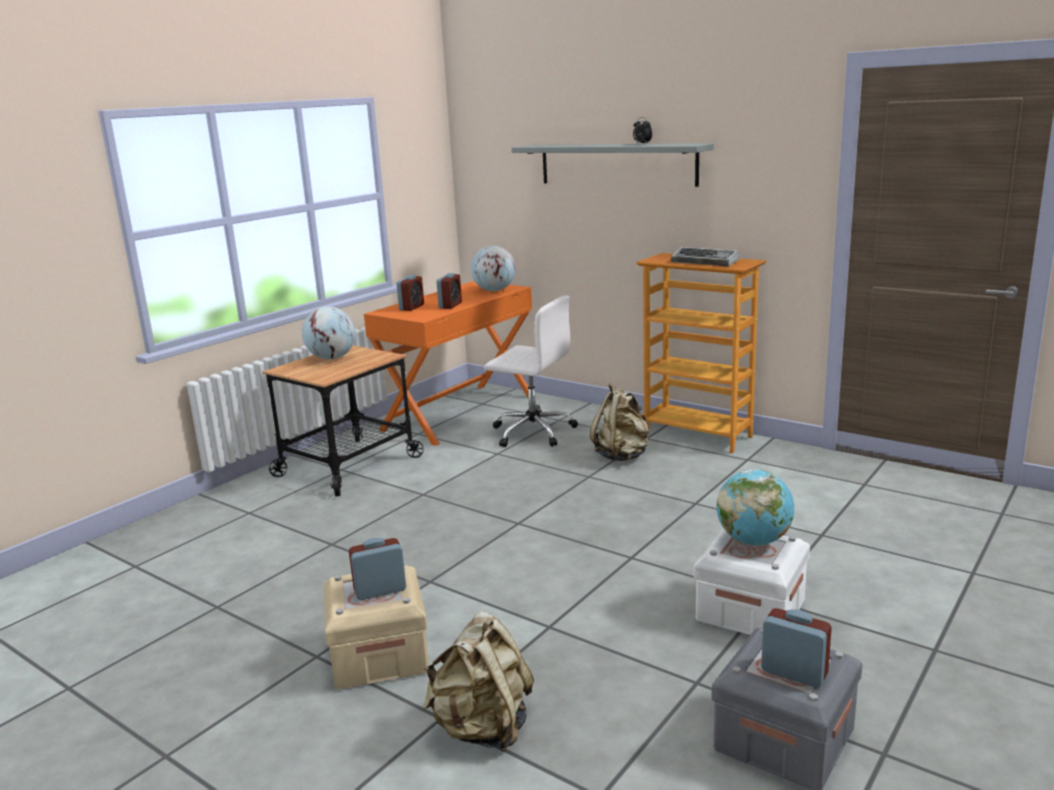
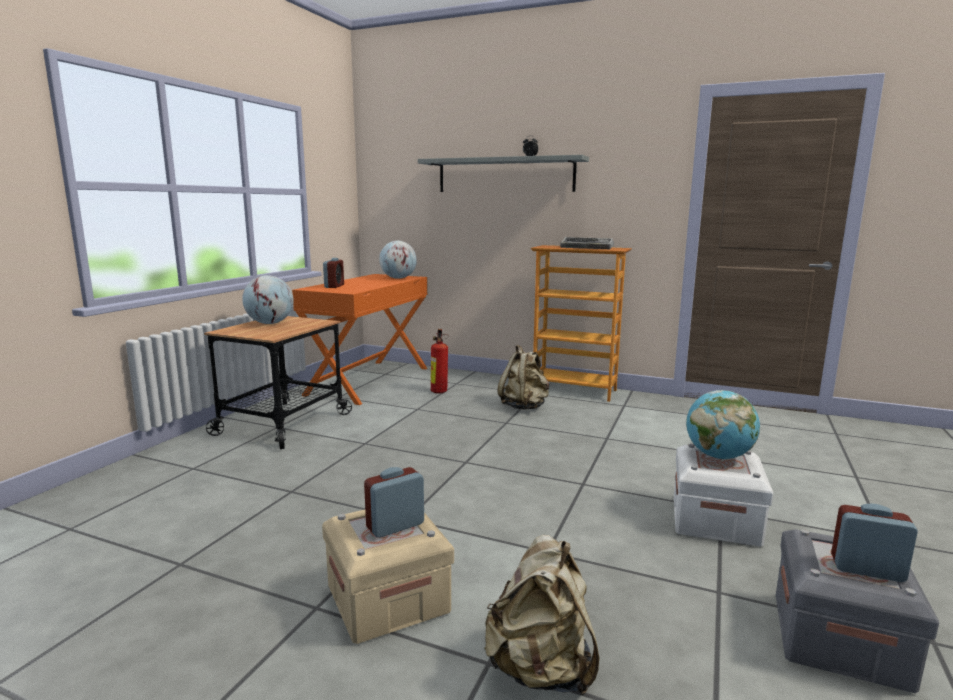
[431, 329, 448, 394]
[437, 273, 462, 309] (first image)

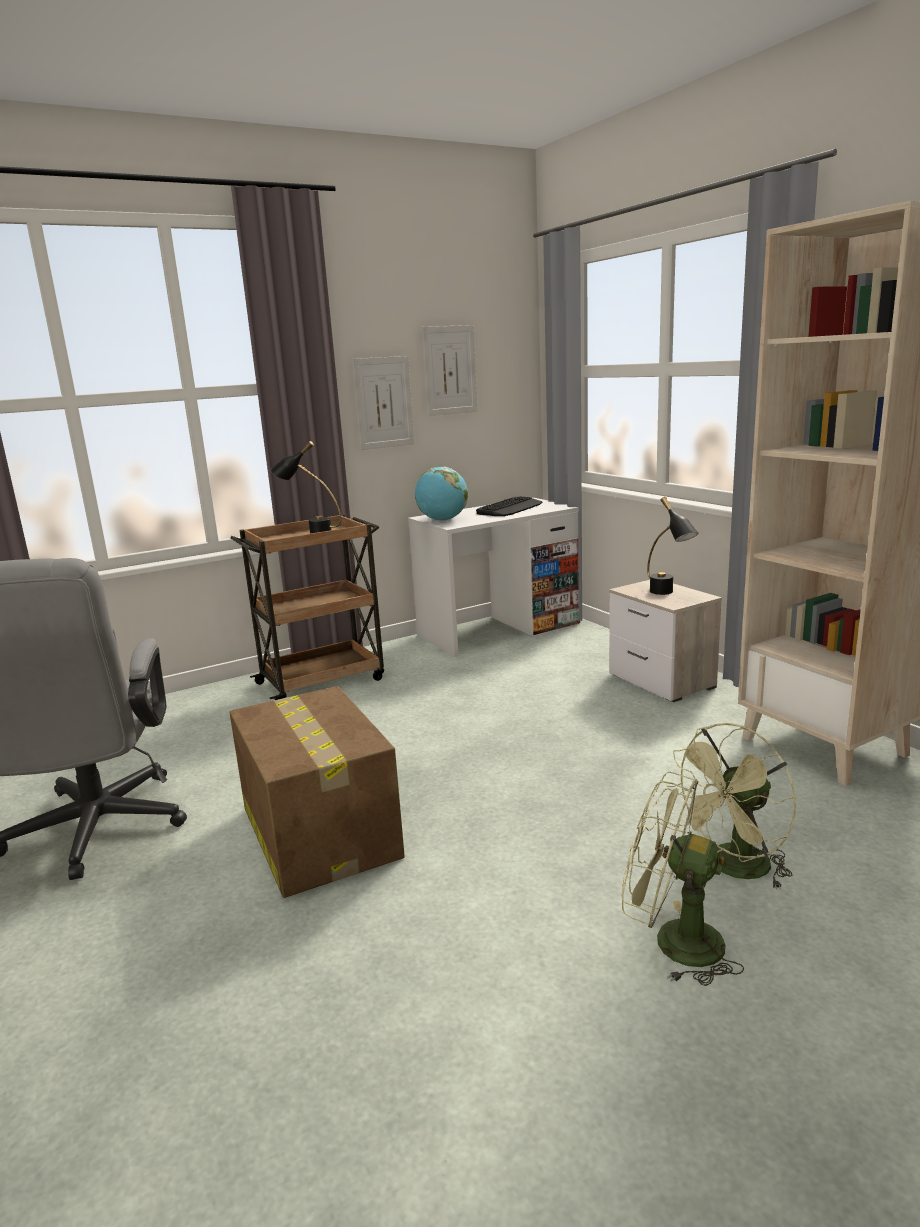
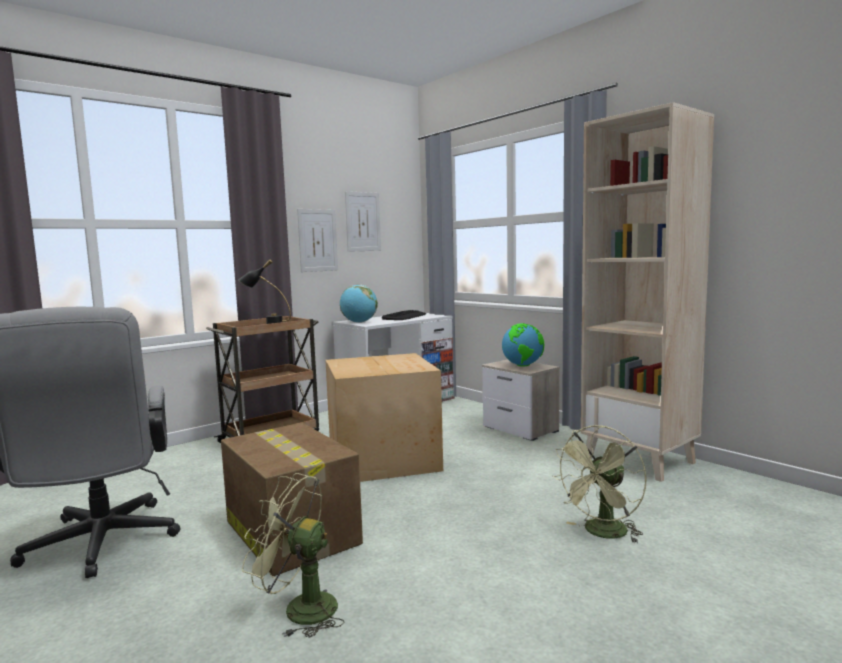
[242, 473, 344, 638]
[325, 353, 443, 482]
[502, 323, 544, 367]

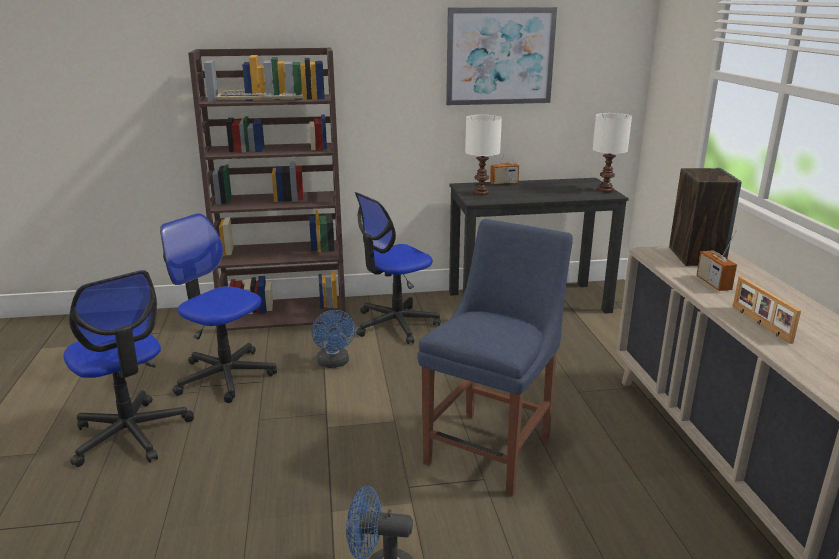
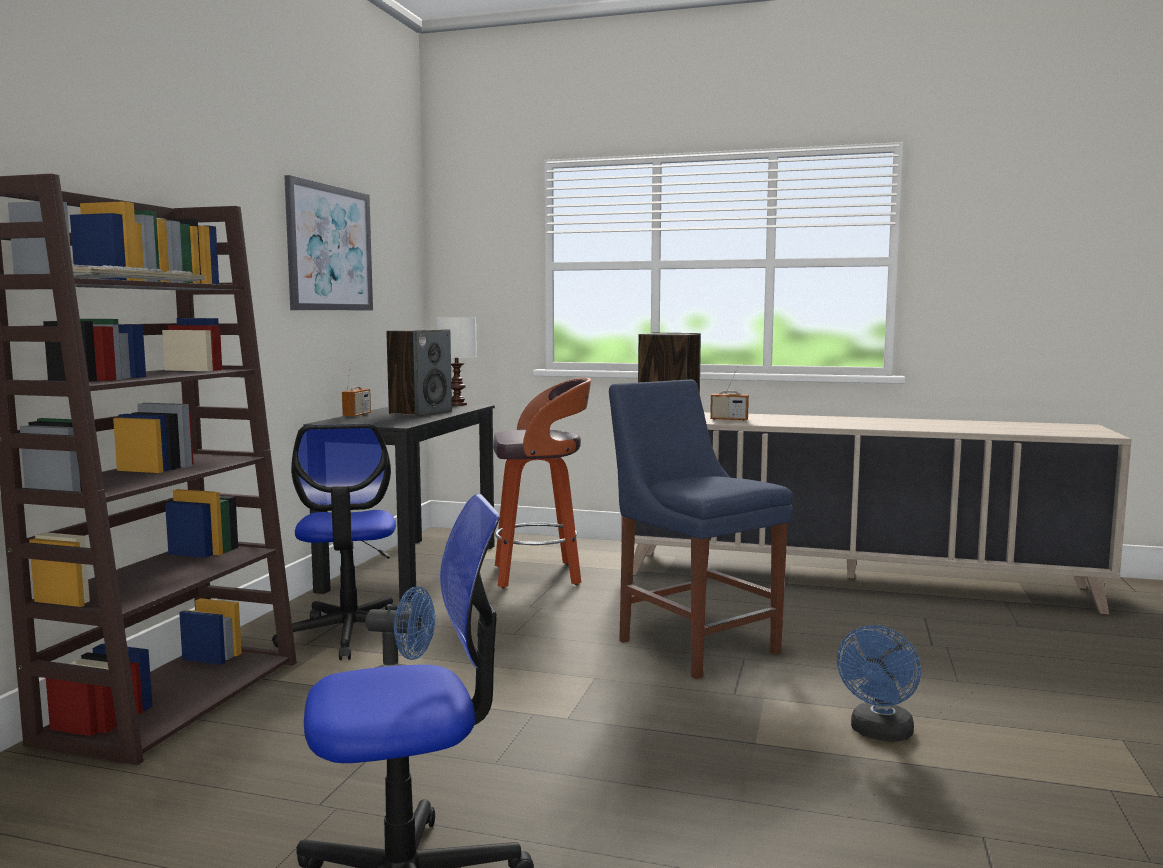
[387, 329, 452, 417]
[493, 378, 591, 588]
[160, 213, 277, 403] (first image)
[465, 115, 502, 195] (first image)
[733, 276, 801, 344] (first image)

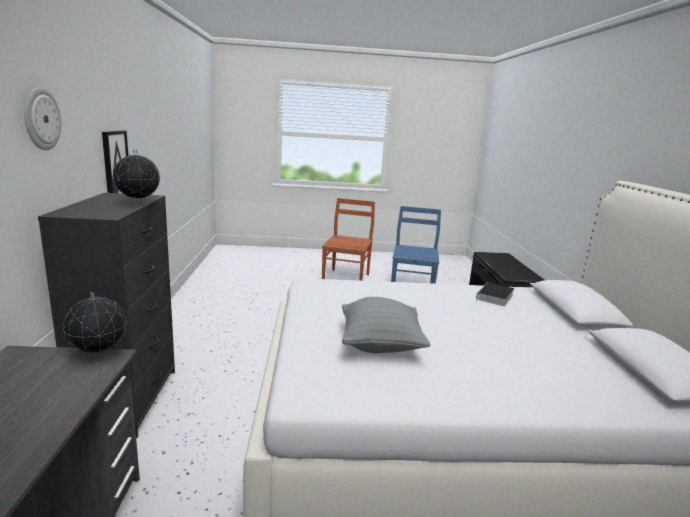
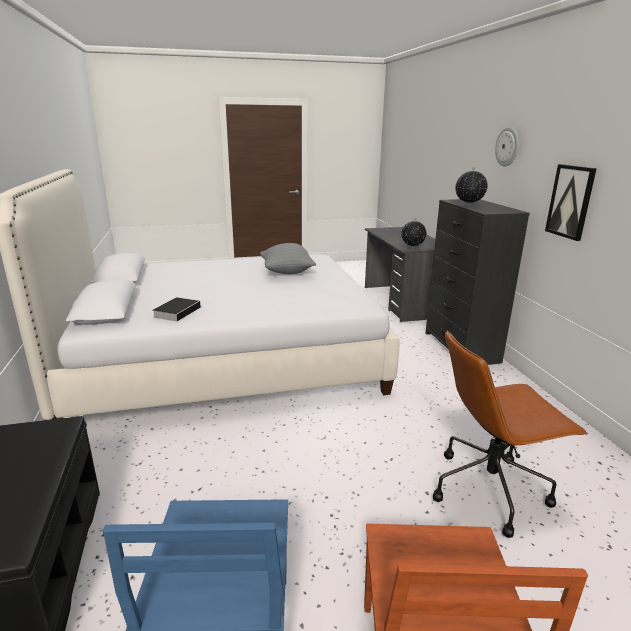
[433, 330, 588, 538]

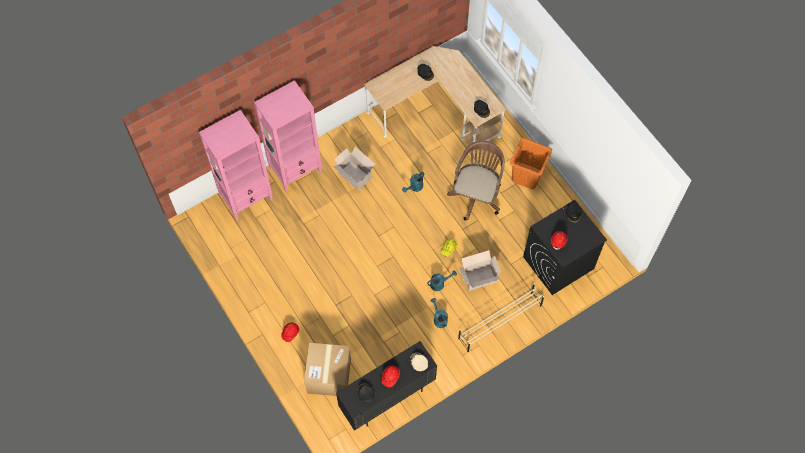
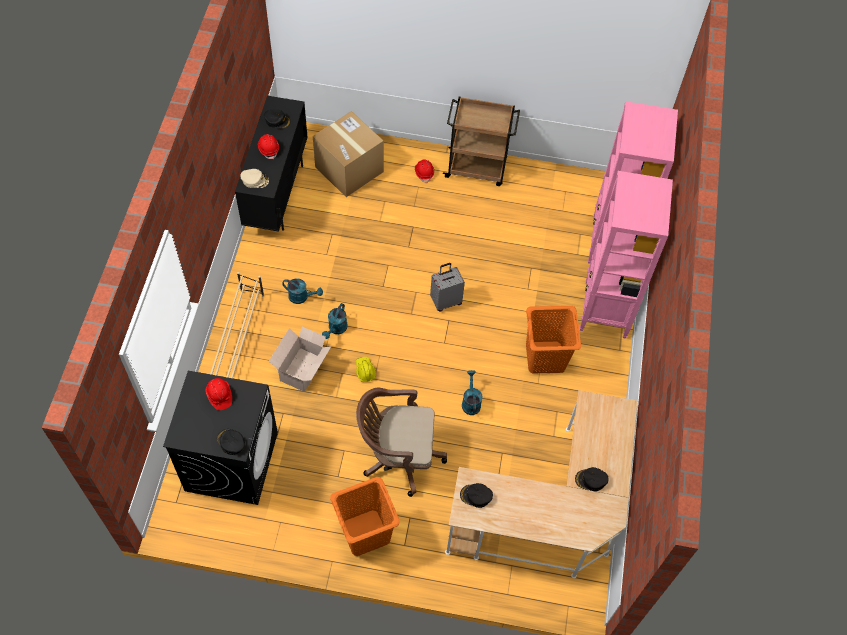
[356, 388, 447, 497]
[430, 263, 465, 311]
[443, 96, 520, 186]
[526, 306, 581, 373]

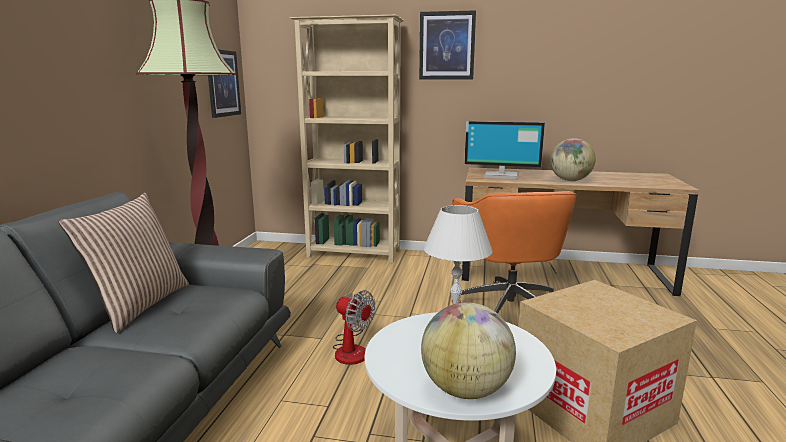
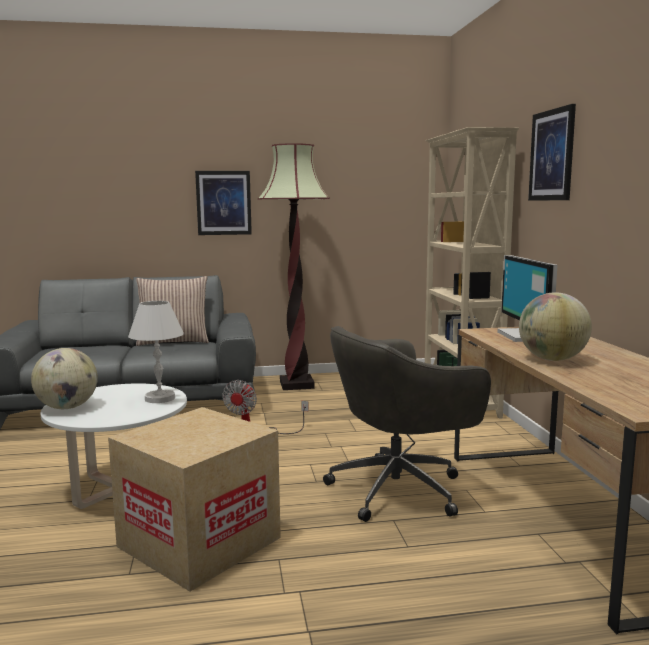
[195, 171, 252, 235]
[323, 326, 491, 522]

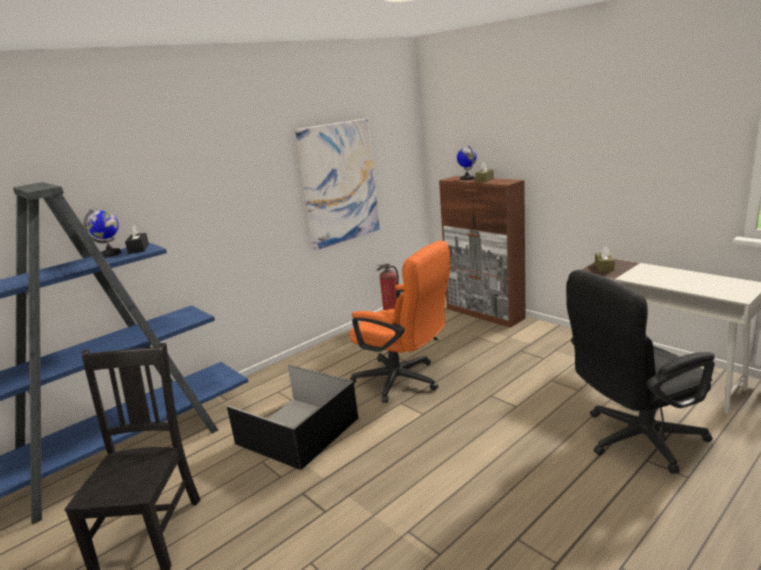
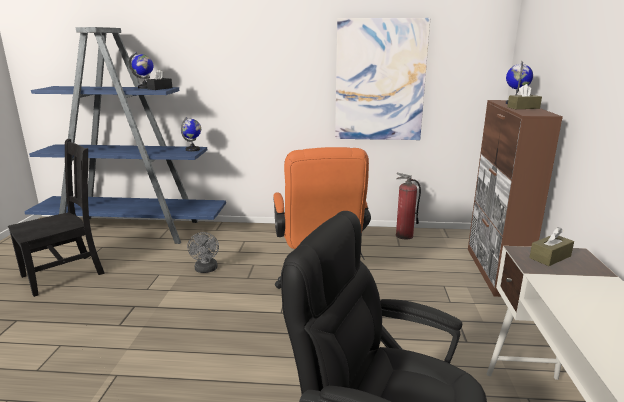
[181, 117, 201, 152]
[187, 232, 219, 273]

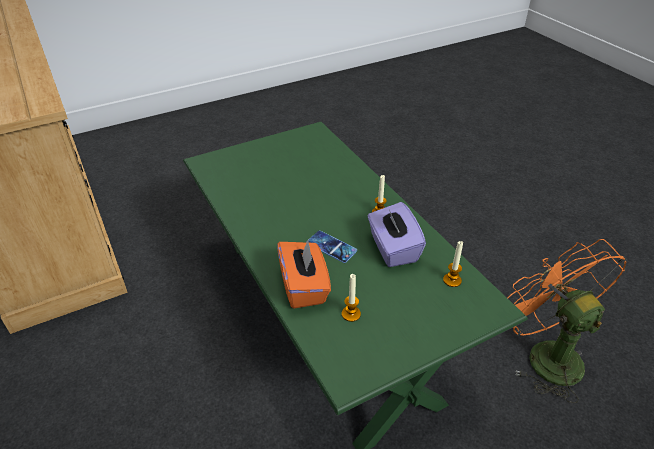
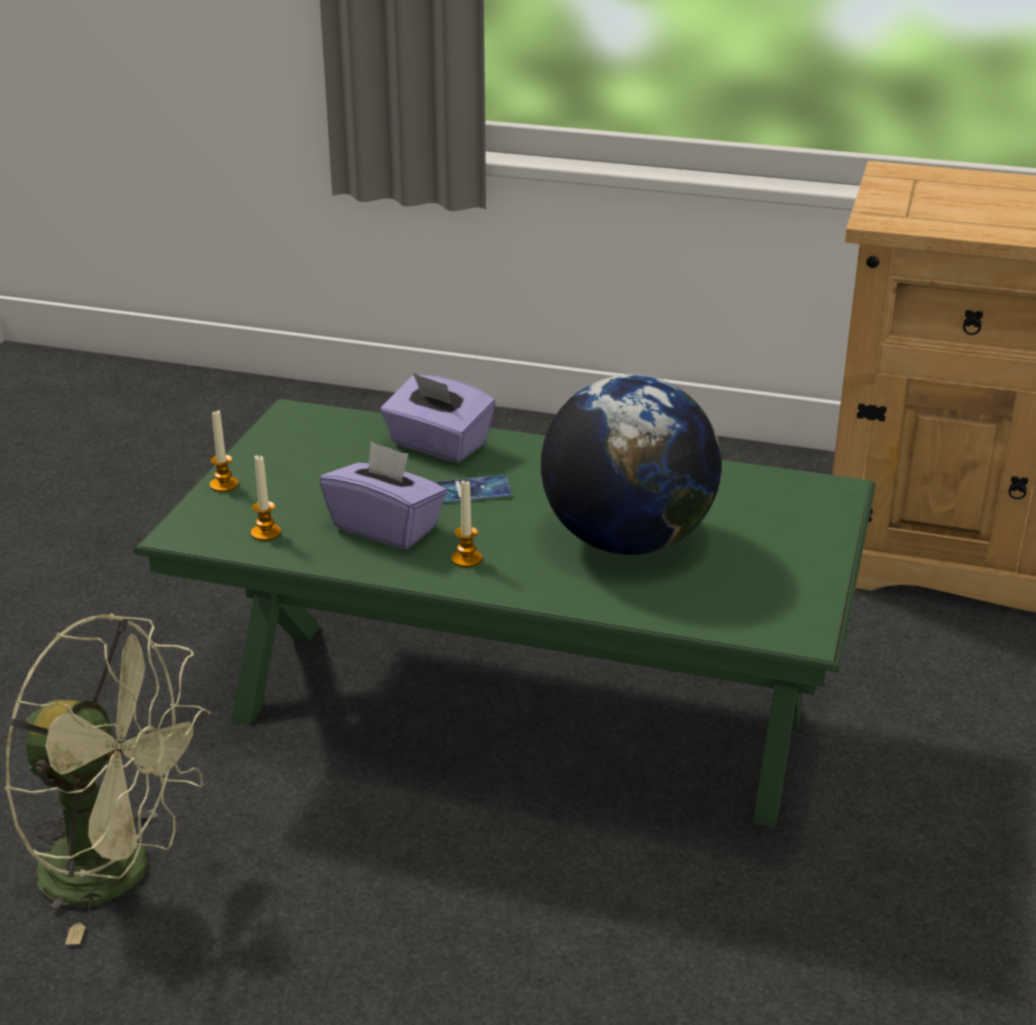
[5, 613, 211, 945]
[210, 409, 239, 492]
[381, 373, 496, 463]
[541, 374, 721, 555]

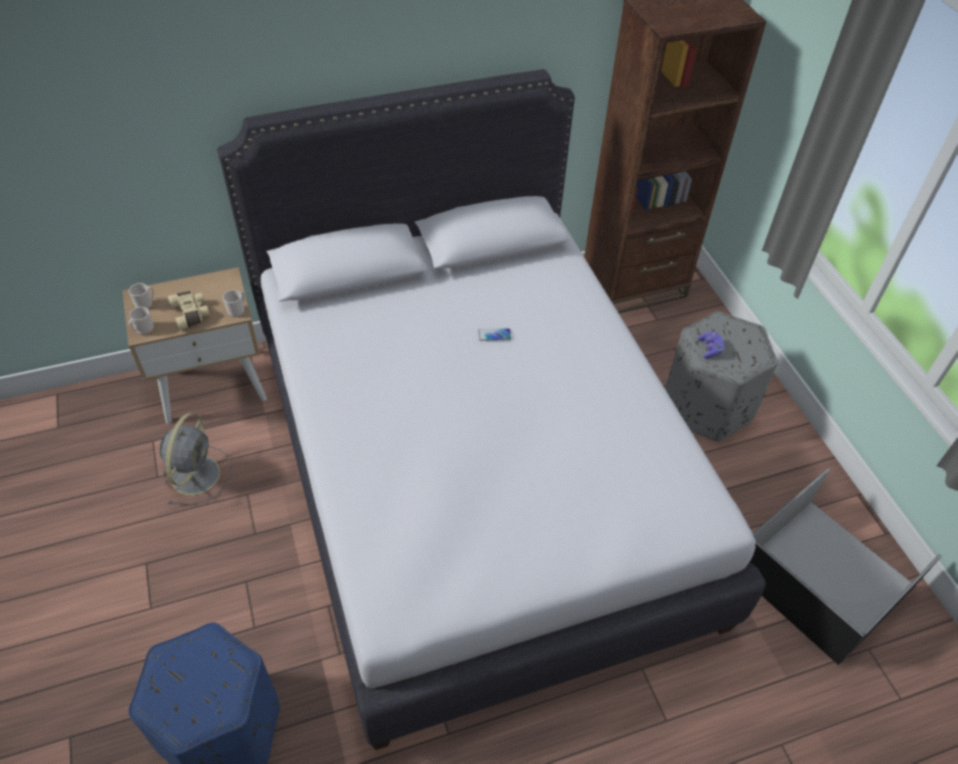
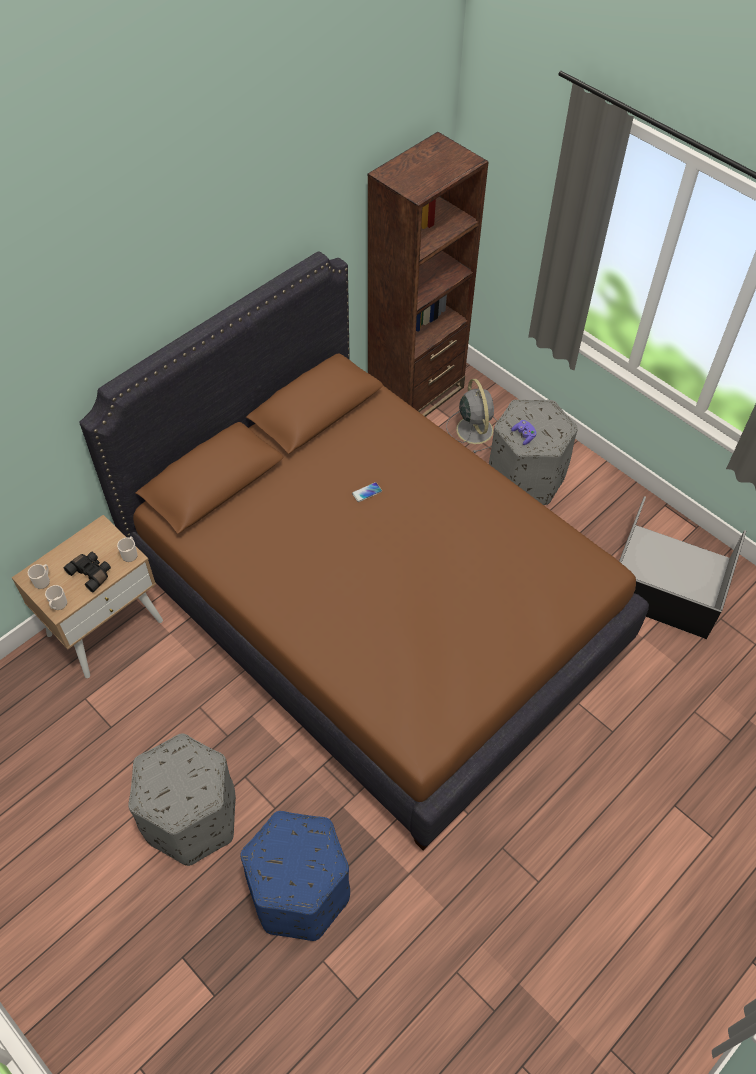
[63, 552, 111, 592]
[79, 251, 649, 850]
[129, 733, 236, 866]
[446, 379, 497, 453]

